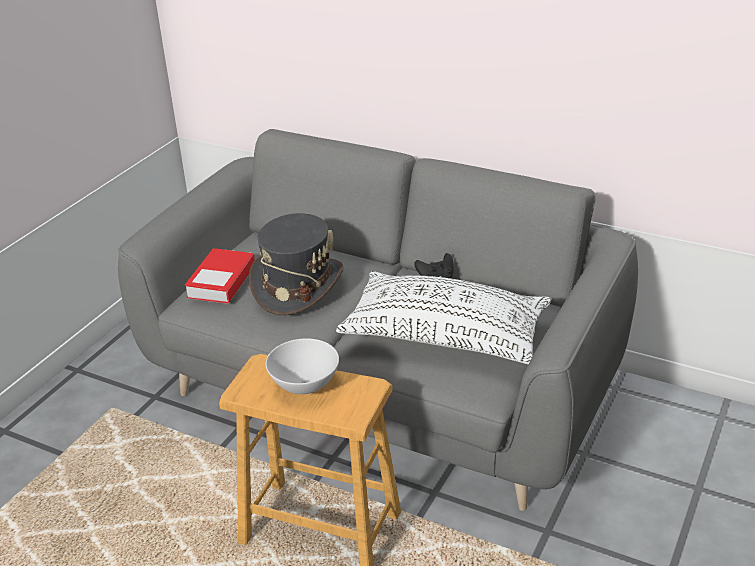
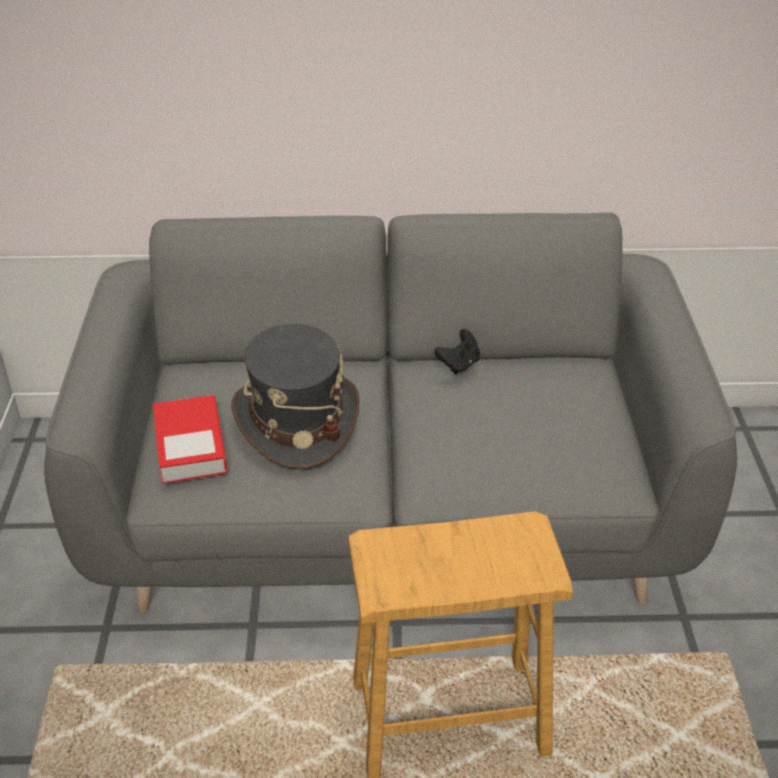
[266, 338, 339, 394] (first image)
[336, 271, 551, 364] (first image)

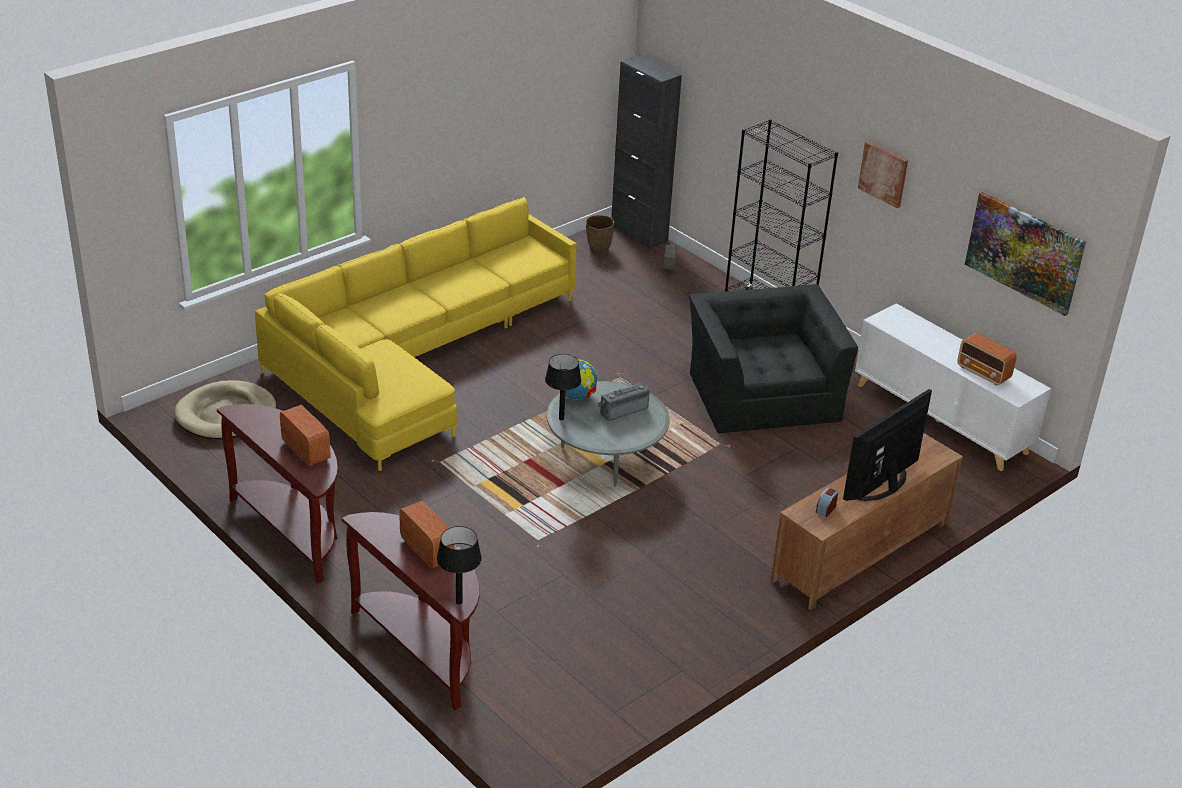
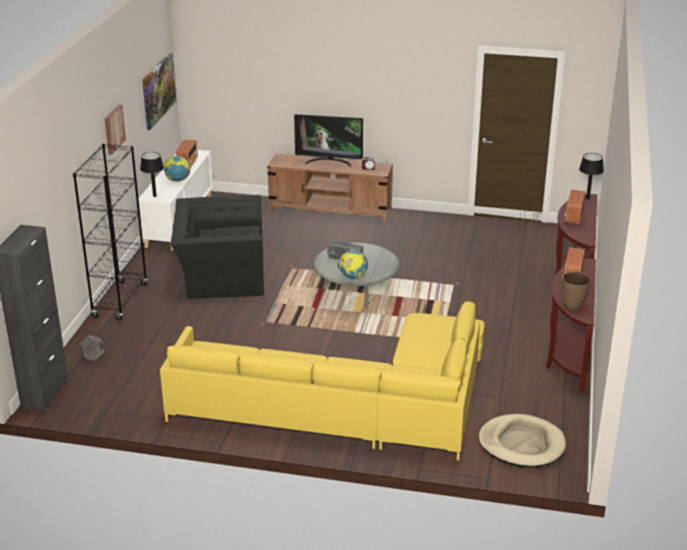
[140, 152, 164, 197]
[164, 156, 190, 182]
[171, 195, 264, 299]
[562, 271, 591, 310]

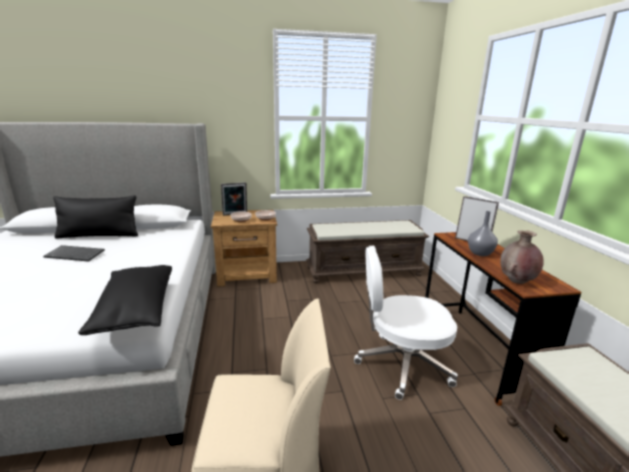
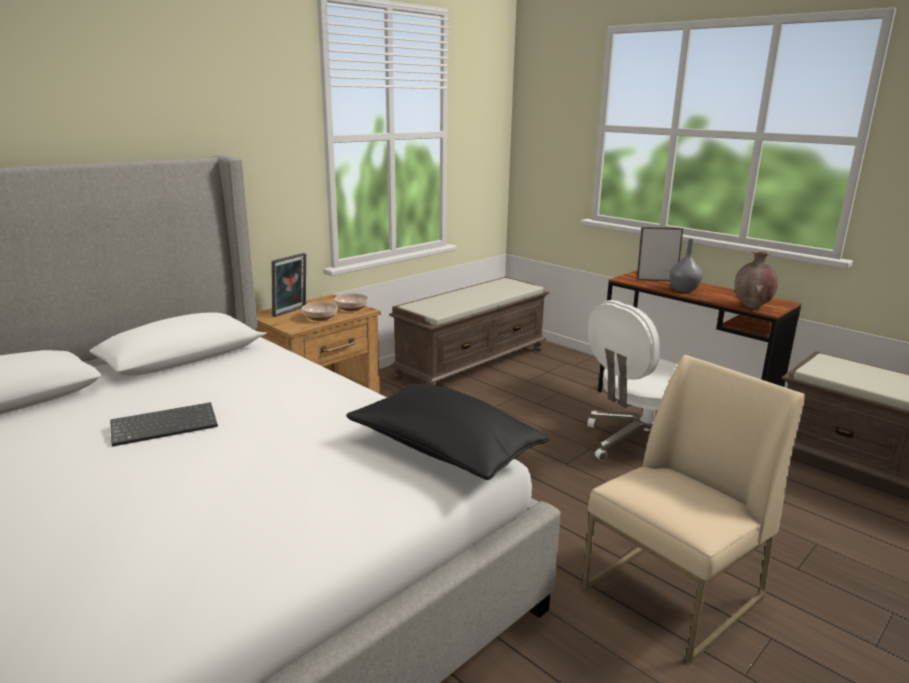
[53, 195, 138, 238] (first image)

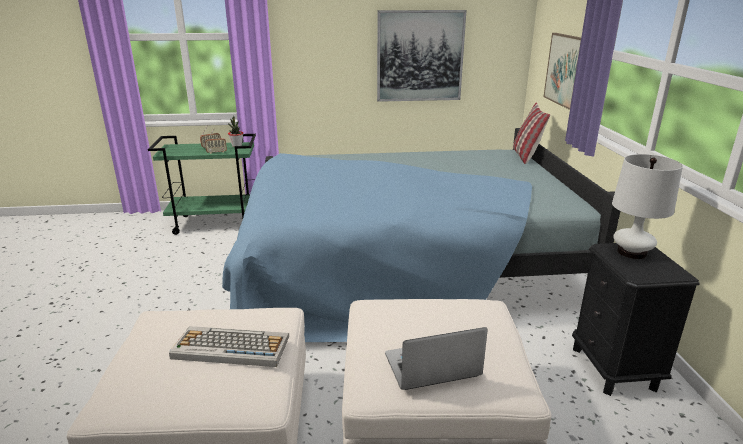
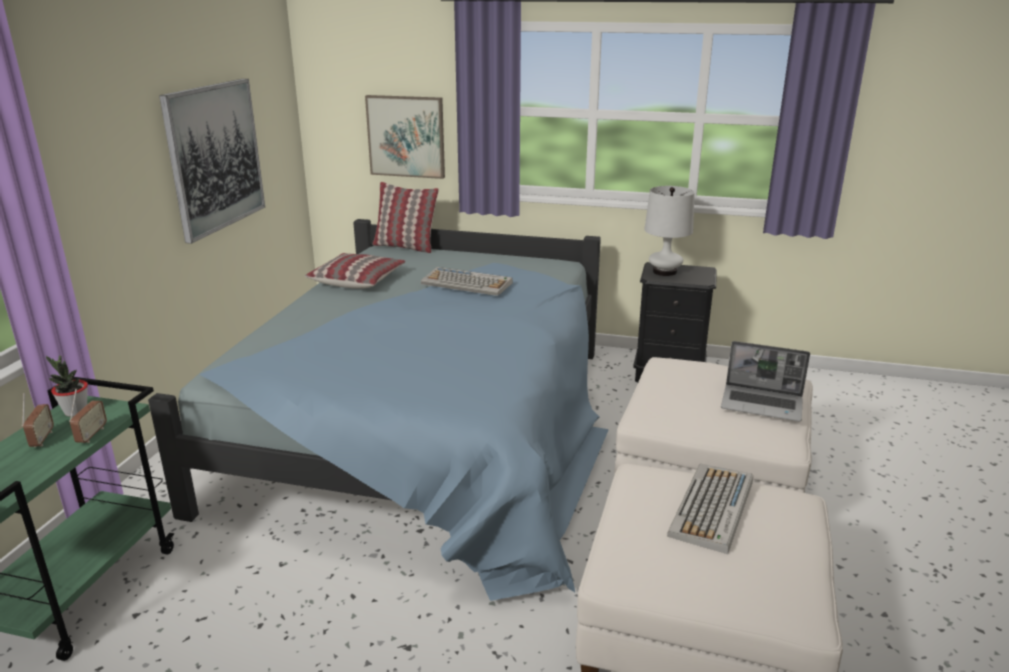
[305, 253, 406, 289]
[421, 267, 513, 296]
[721, 341, 810, 422]

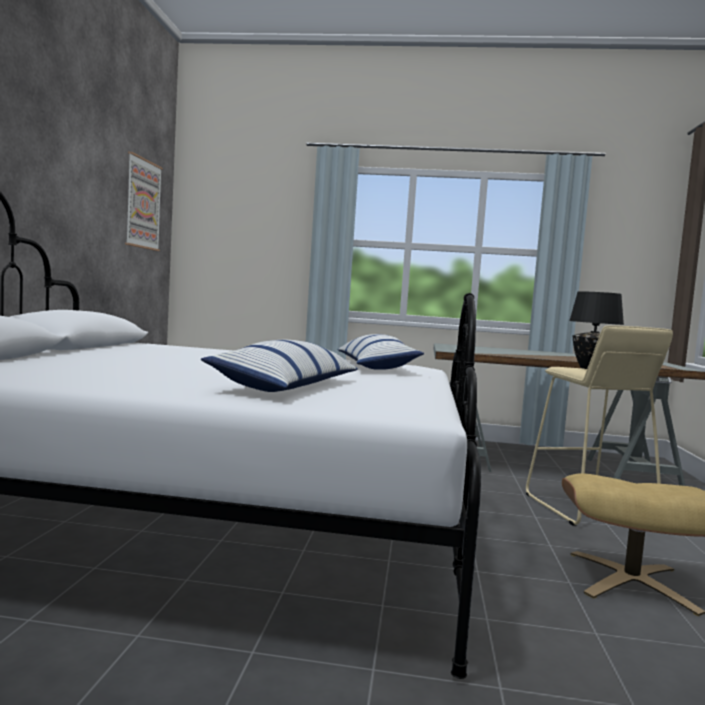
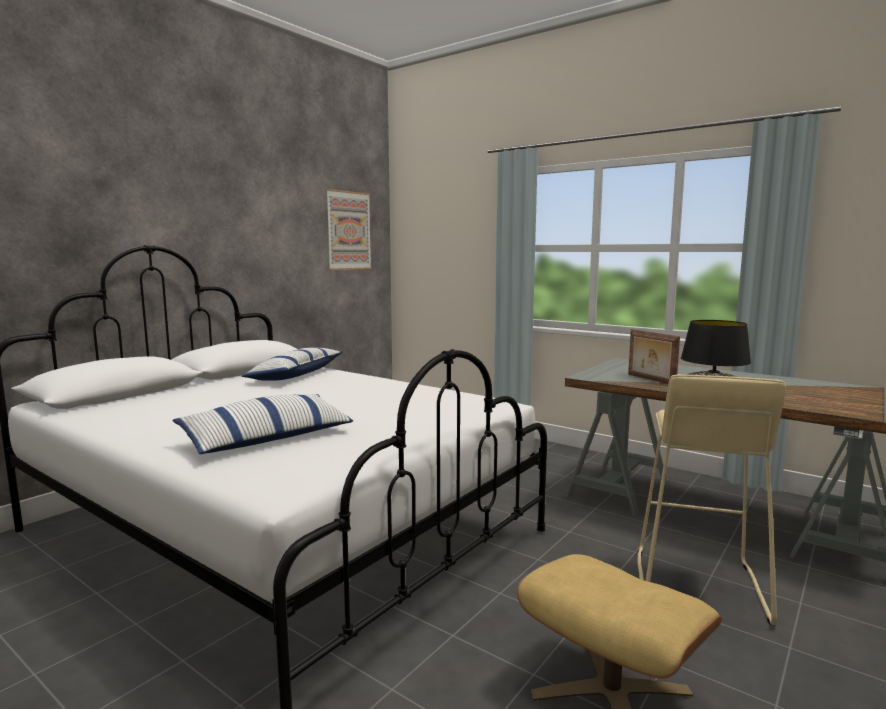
[242, 348, 343, 381]
[628, 329, 680, 384]

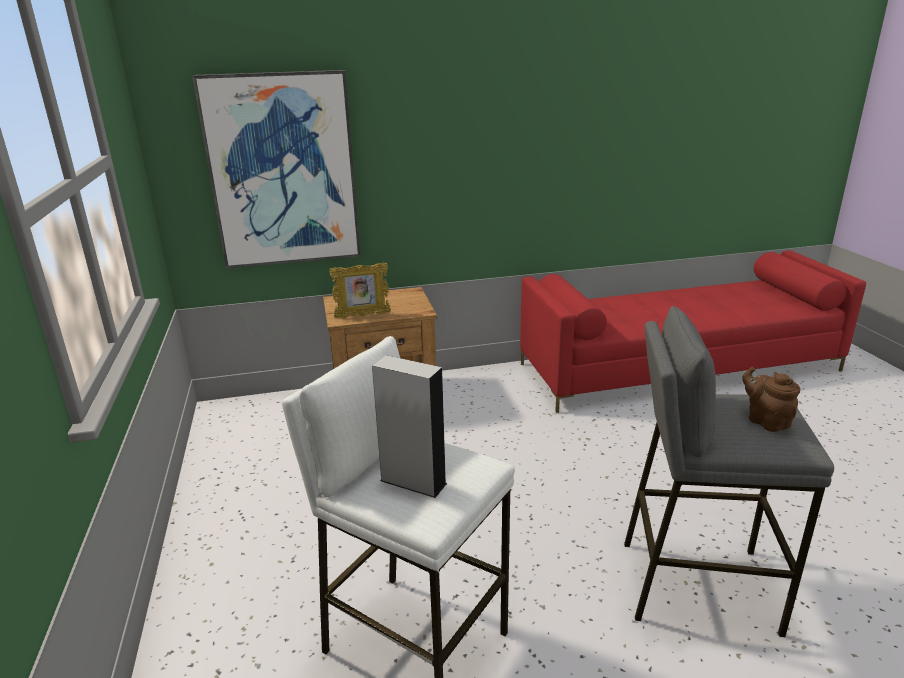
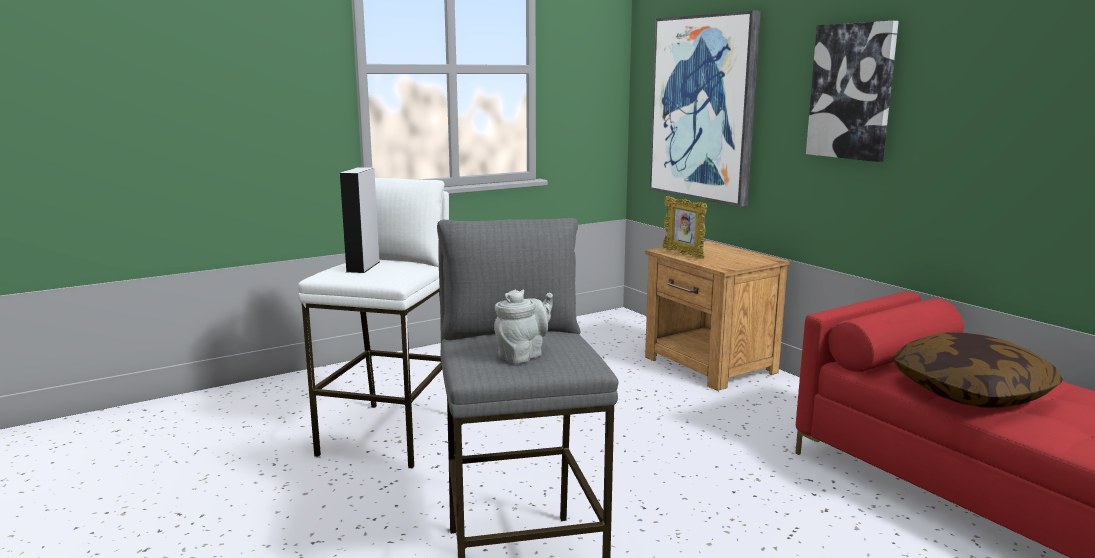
[494, 290, 553, 363]
[806, 21, 899, 162]
[892, 332, 1063, 408]

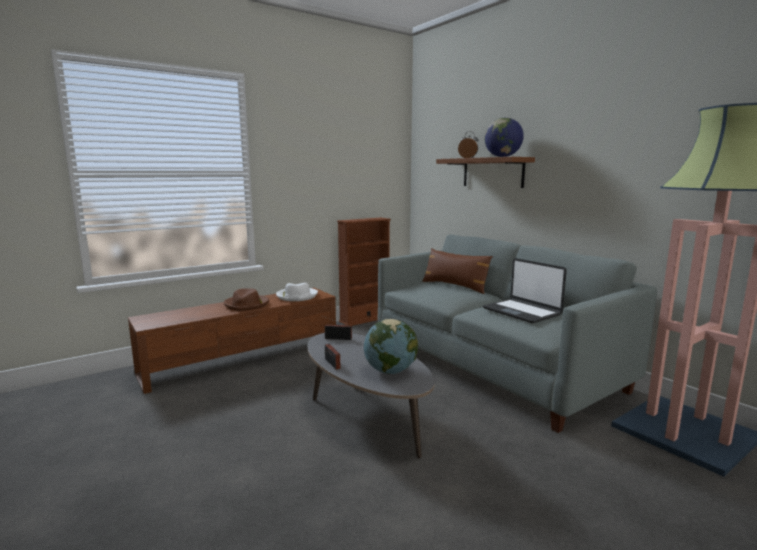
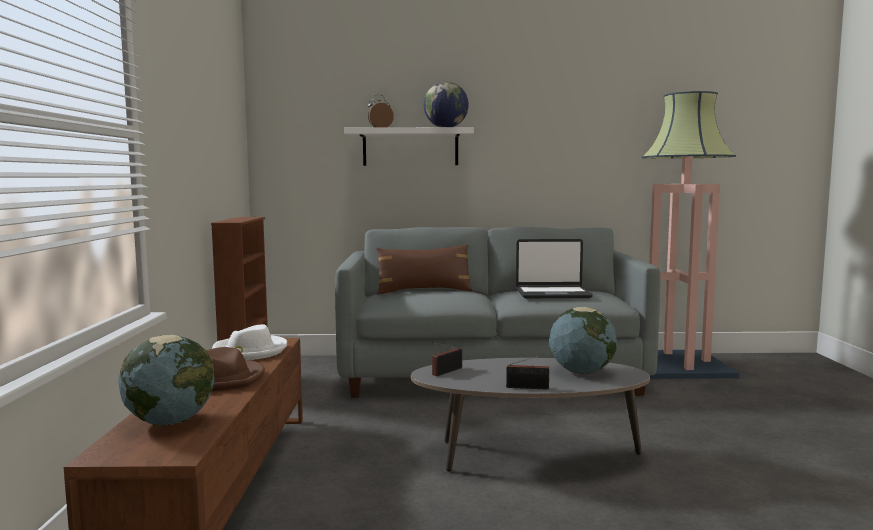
[118, 335, 214, 425]
[345, 127, 474, 166]

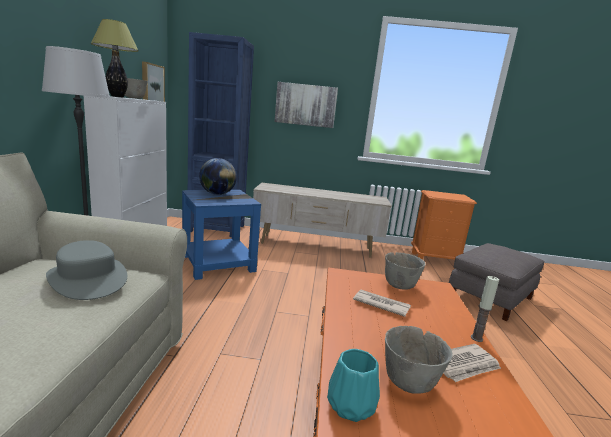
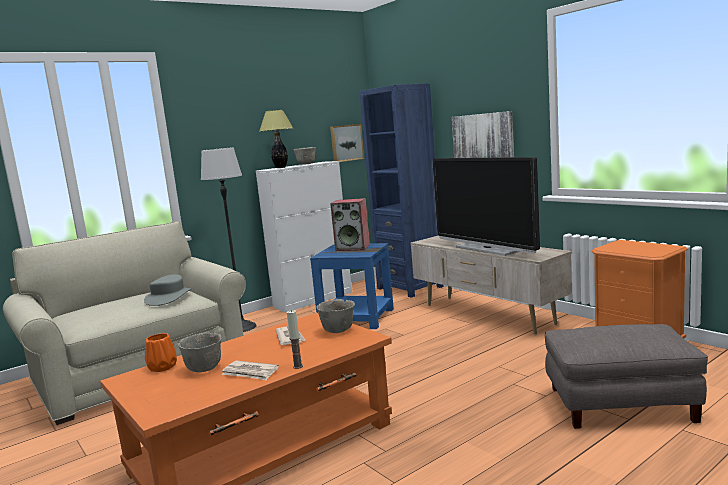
[145, 333, 177, 372]
[330, 198, 370, 251]
[432, 157, 540, 256]

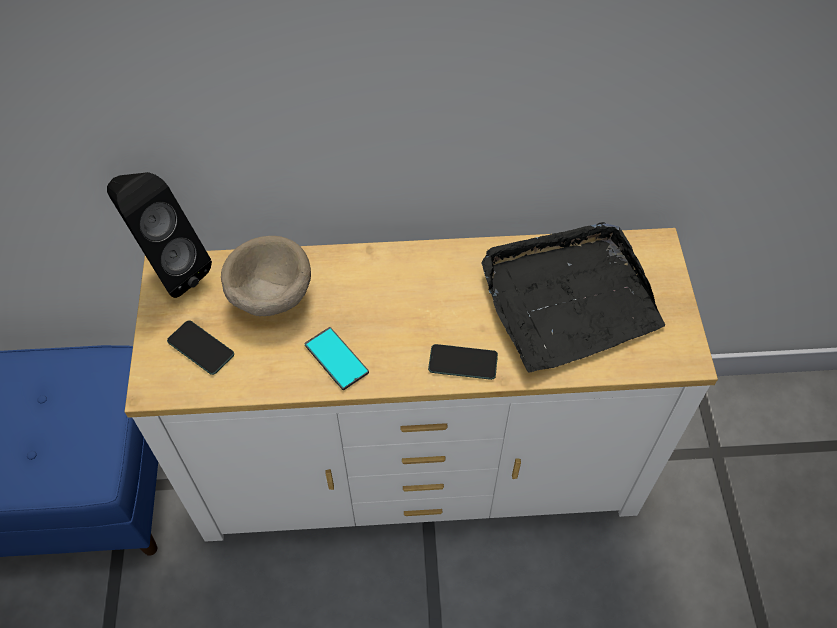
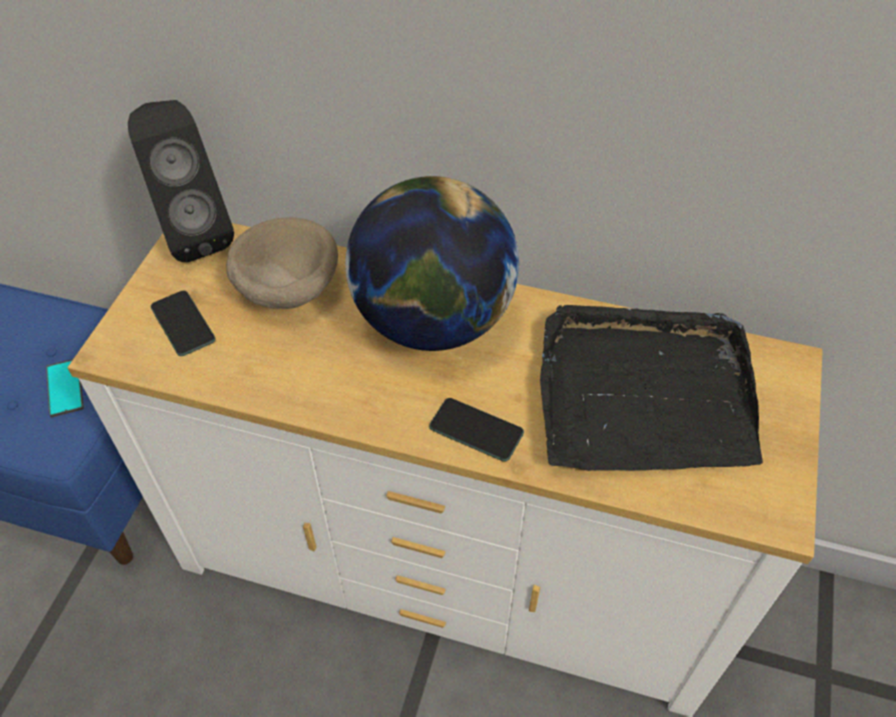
[46, 359, 84, 417]
[345, 176, 519, 351]

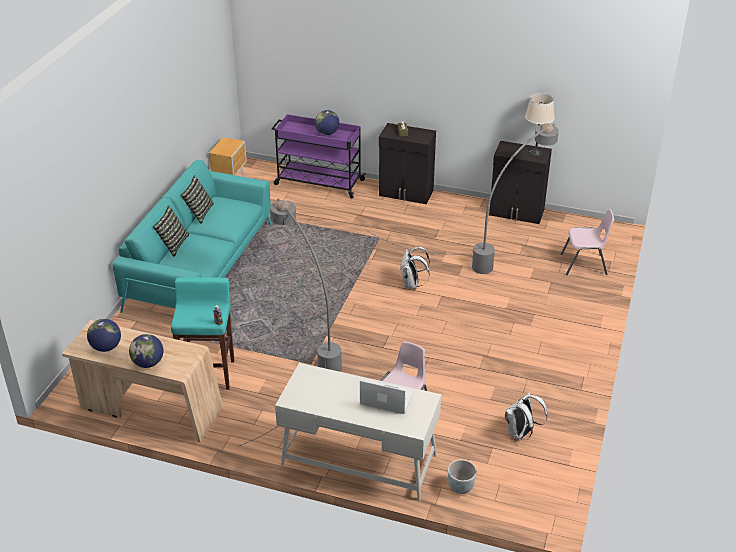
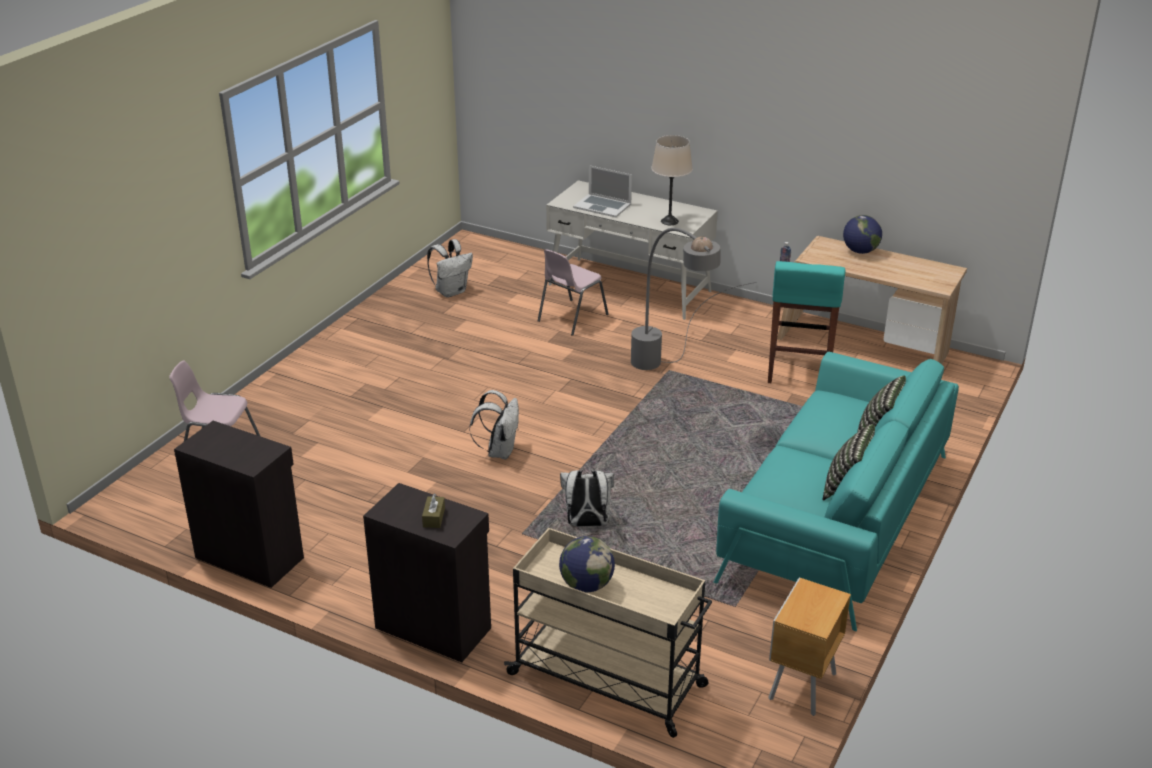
[504, 528, 712, 738]
[560, 468, 614, 527]
[651, 135, 693, 225]
[87, 319, 121, 352] (first image)
[365, 123, 559, 274] (first image)
[448, 460, 477, 494] (first image)

